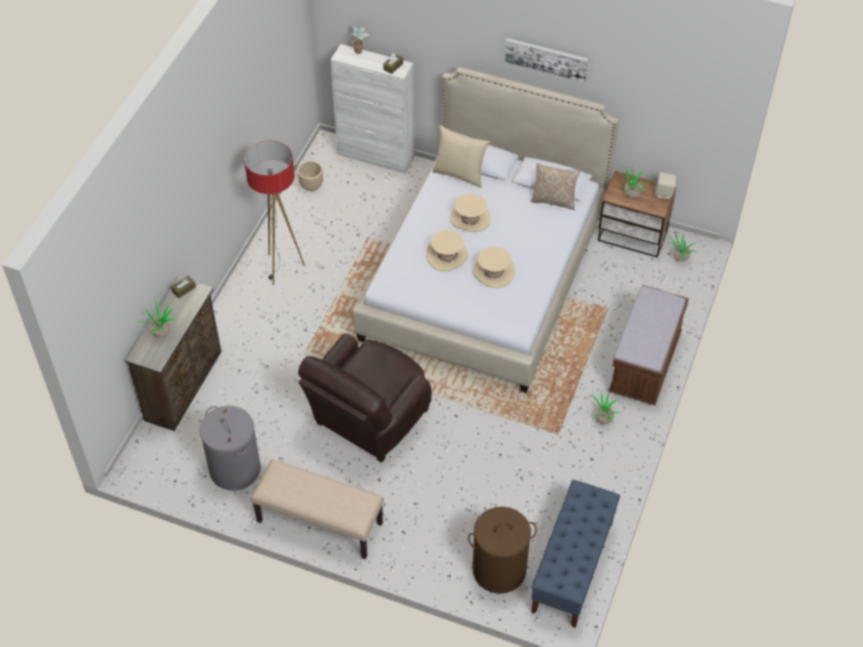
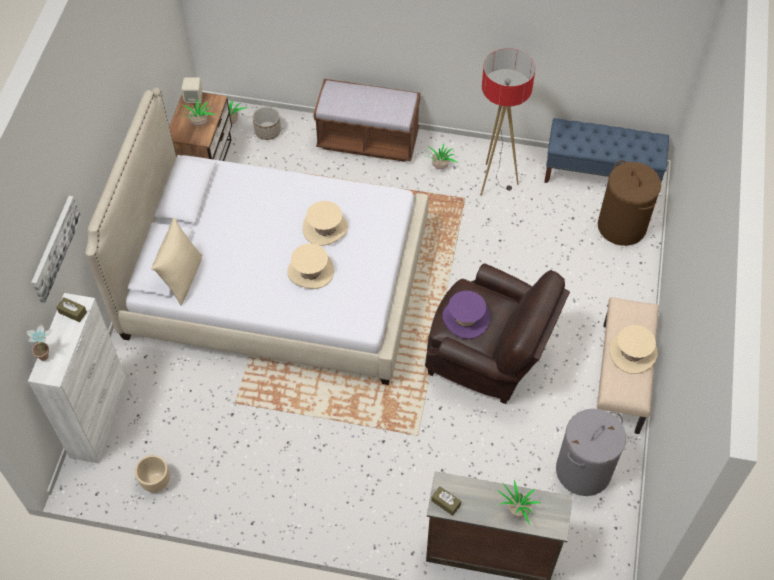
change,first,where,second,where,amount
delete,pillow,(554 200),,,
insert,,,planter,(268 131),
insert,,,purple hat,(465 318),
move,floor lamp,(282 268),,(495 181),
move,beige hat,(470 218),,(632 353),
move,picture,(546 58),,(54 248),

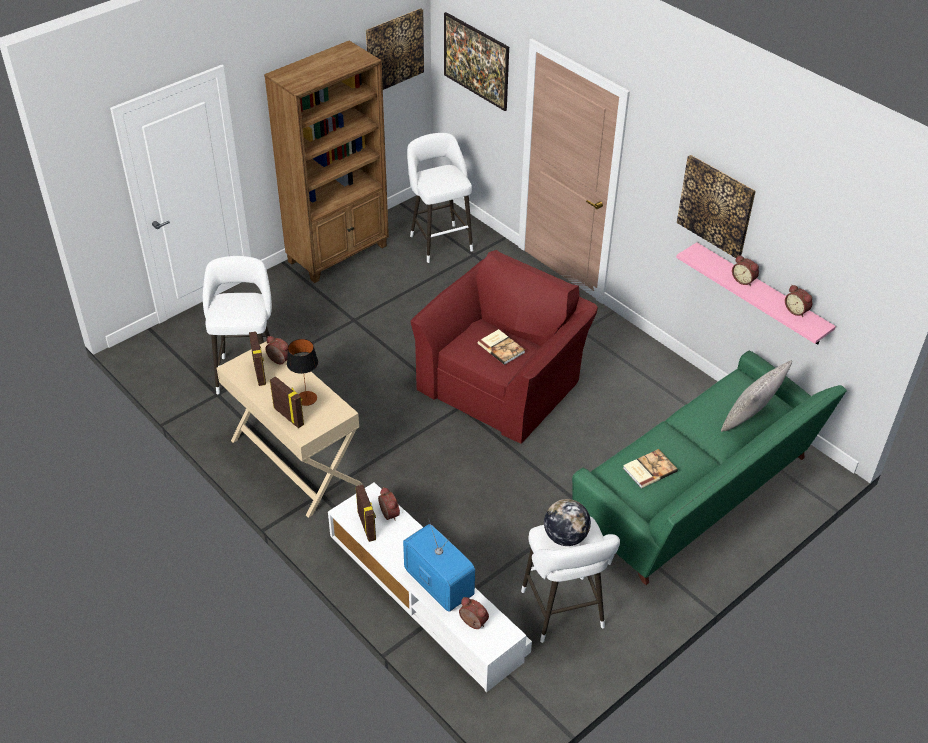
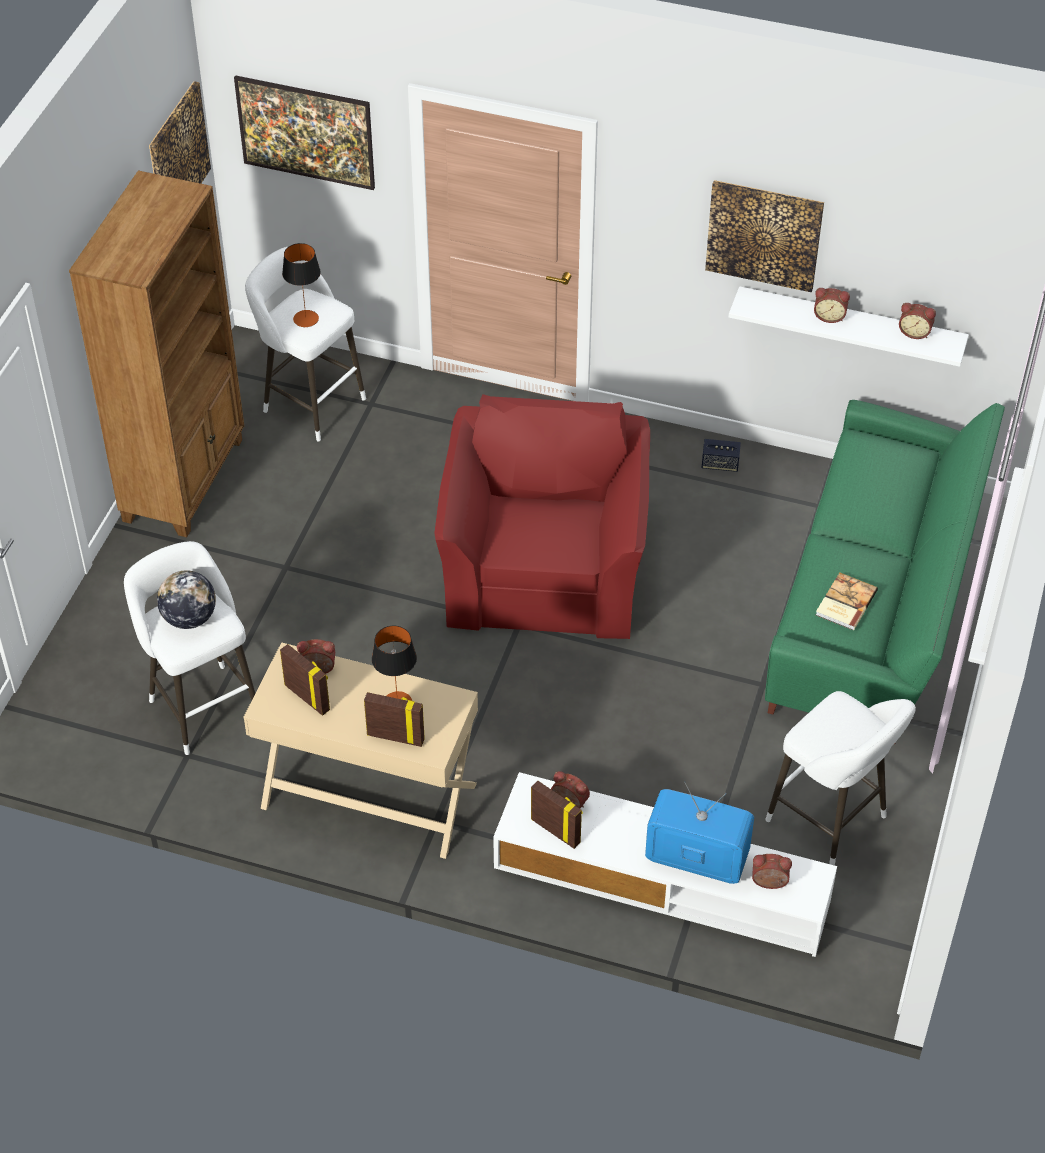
change,first,where,second,where,amount
delete,book,(501 347),,,
delete,grey pillow,(749 418),,,
insert,,,table lamp,(305 319),
insert,,,speaker,(720 464),
move,globe,(565 537),,(189 618),
recolor,pink shelf,(760 294),white shelf,(850 325),

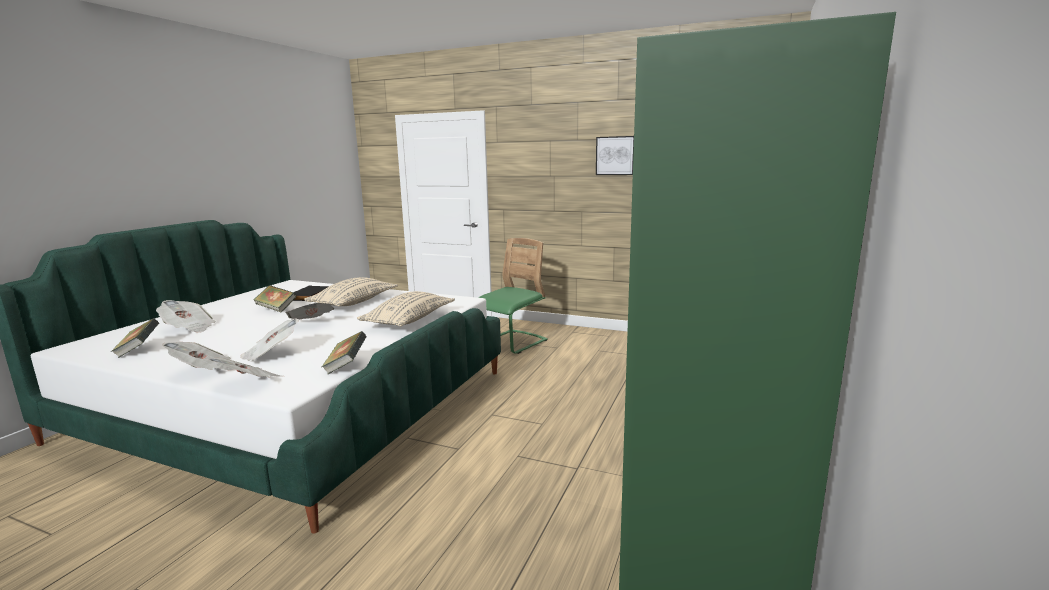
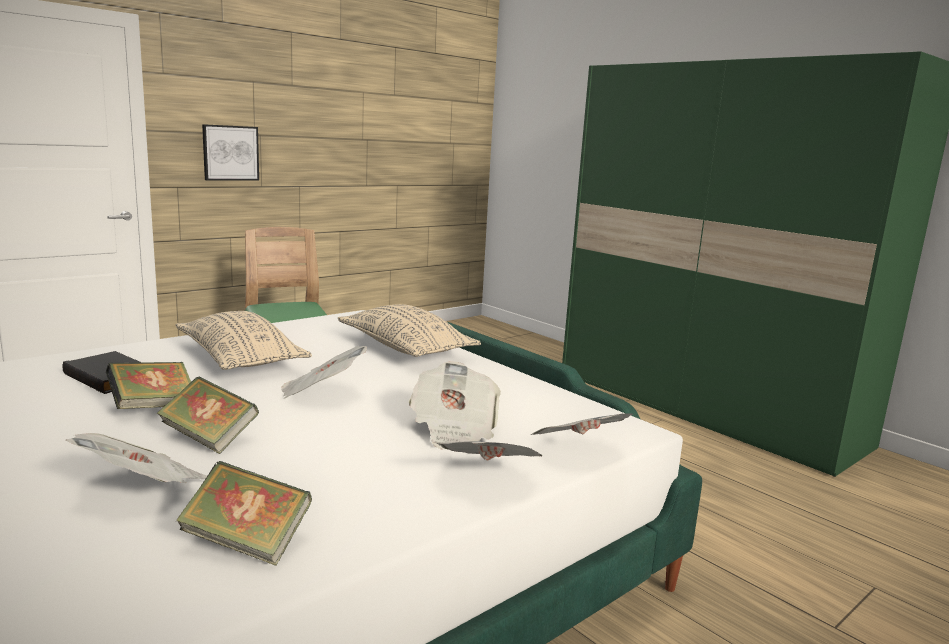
change,first,where,second,where,amount
move,book,(346 366),,(209 438),
move,picture,(615 155),,(230 153),

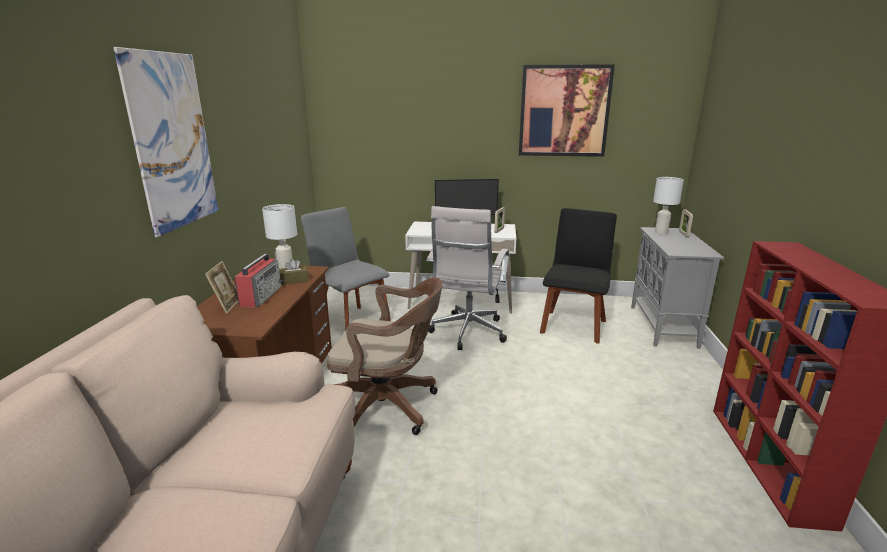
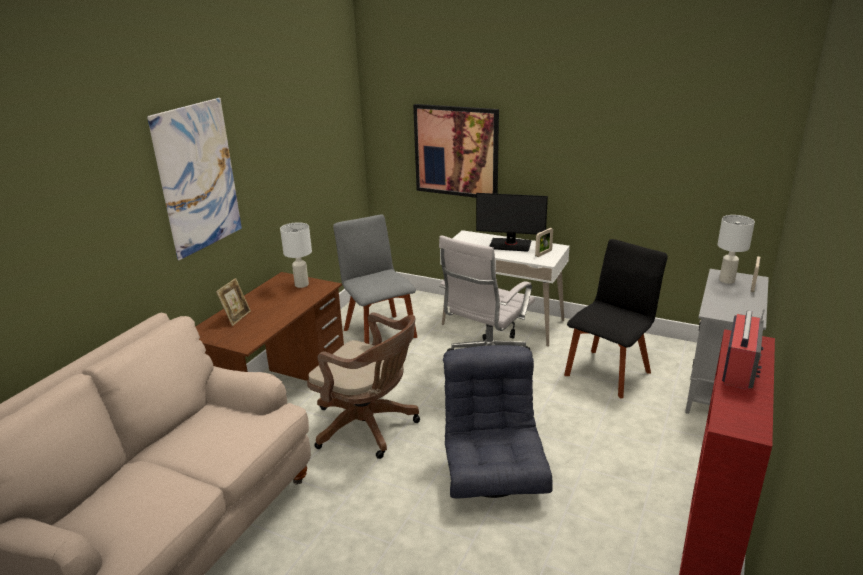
change,first,where,second,where,amount
delete,brown tissue box,(294 280),,,
insert,,,grey armchair,(493 474),
move,radio,(261 296),,(739 368),
move,picture,(564 111),,(456 151),

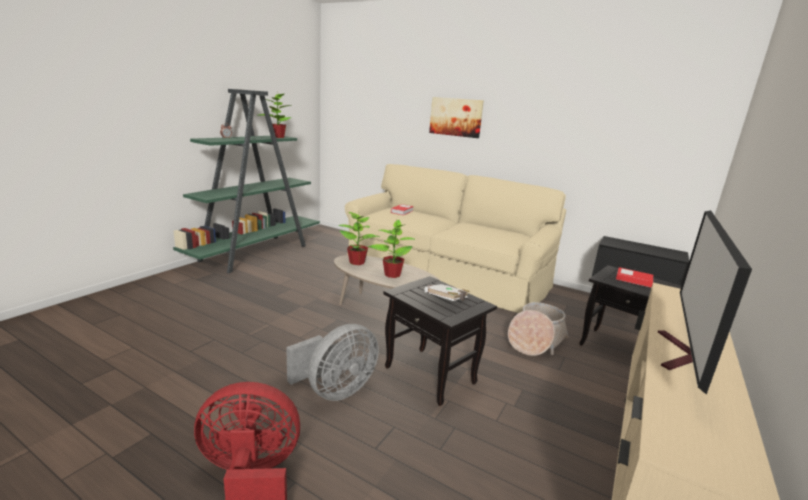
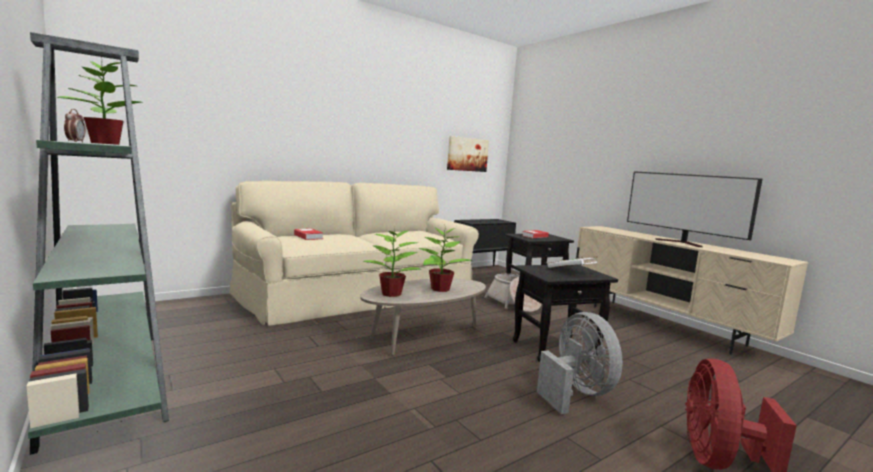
change,first,where,second,where,amount
move,picture,(456 117),,(467 154),

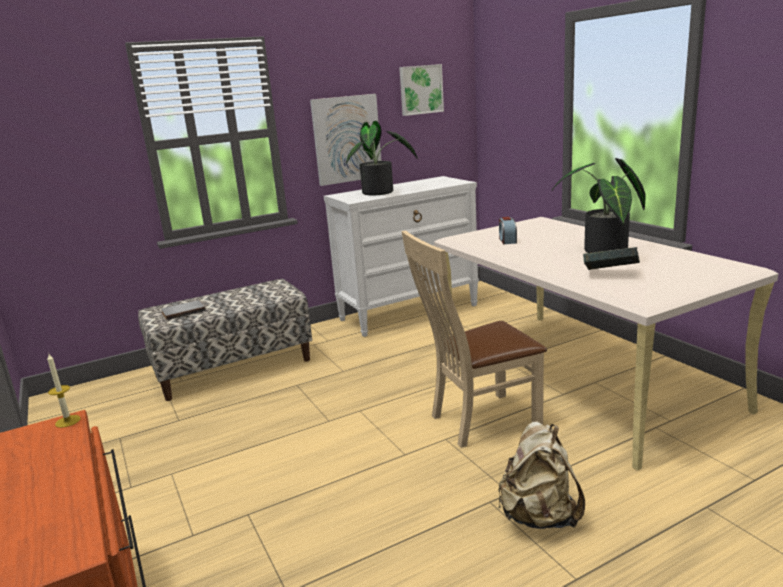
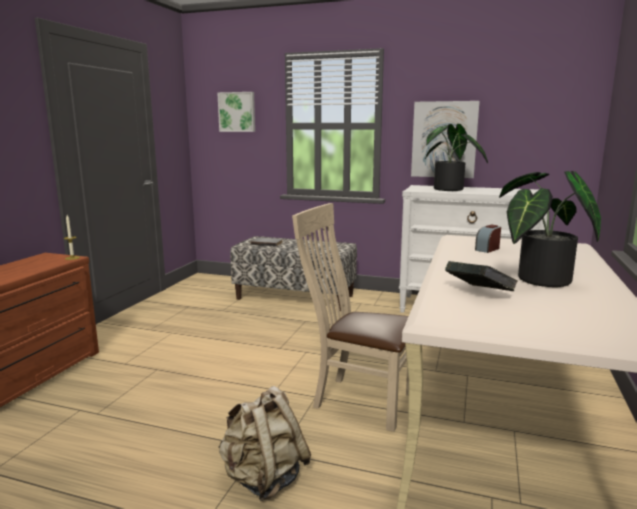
change,first,where,second,where,amount
move,picture,(420 89),,(237 112),

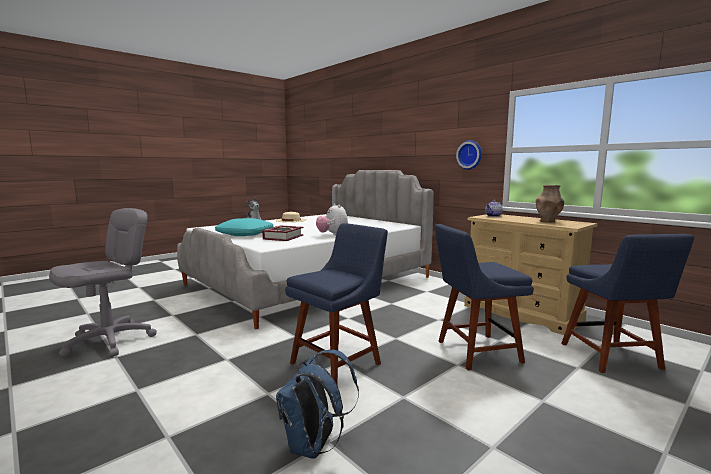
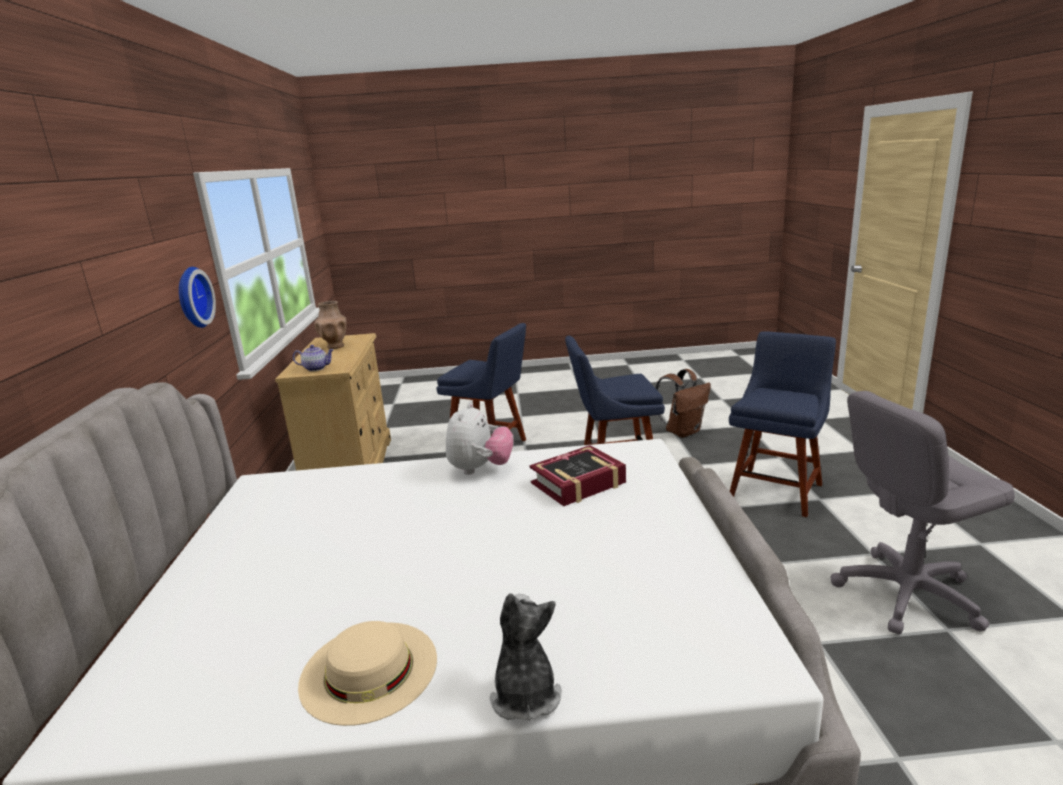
change,first,where,second,where,amount
delete,turquoise pillow,(245 234),,,
move,blue chair,(613 358),,(777 489),
recolor,blue backpack,(314 446),brown backpack,(683 431),

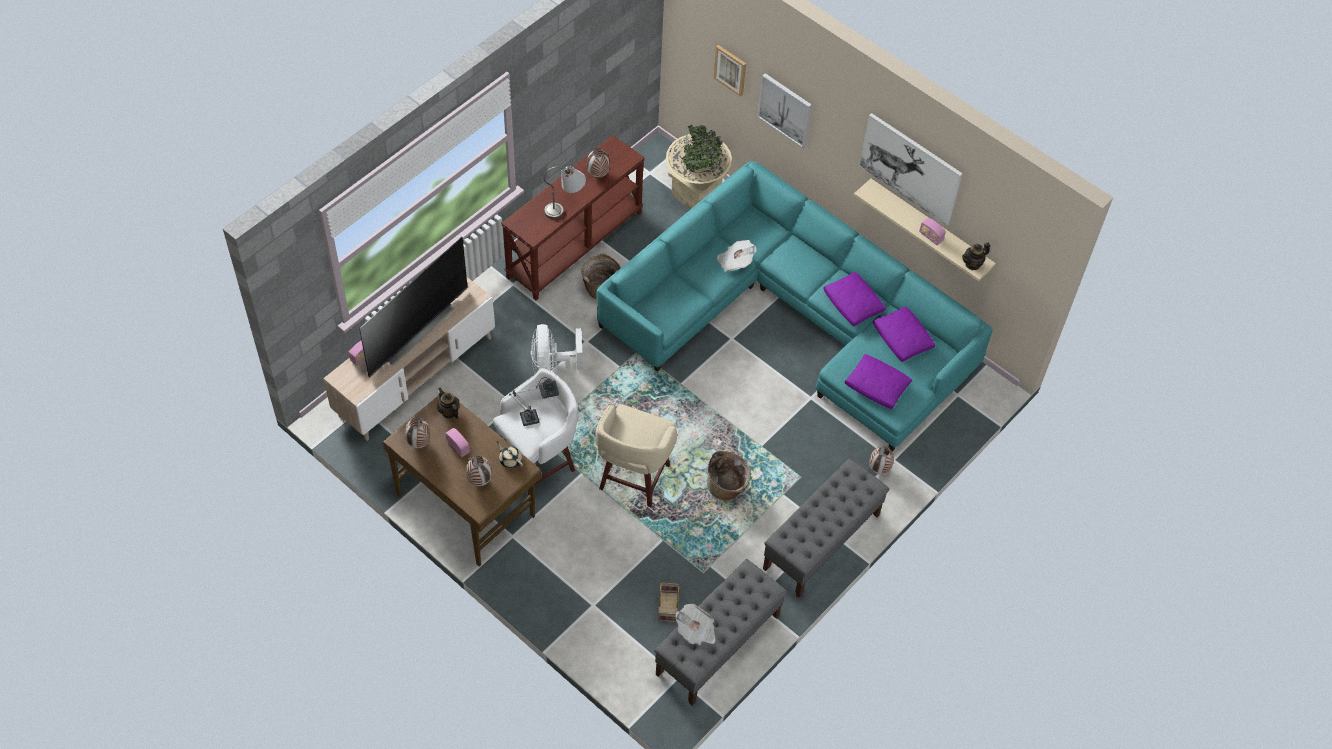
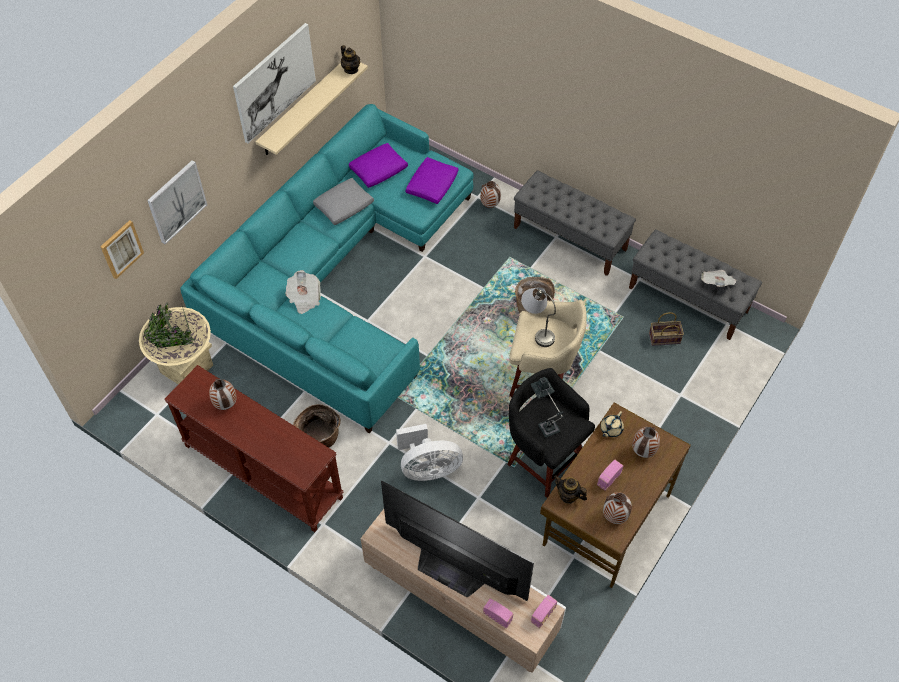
change,first,where,second,where,amount
move,grey table lamp,(566 208),,(537 329),
move,radio,(931 236),,(543 615),
recolor,white stool,(539 463),black stool,(543 461),
recolor,purple pillow,(852 303),grey pillow,(343 207),
rotate,teapot,(449 412),,(568 496),75 degrees clockwise

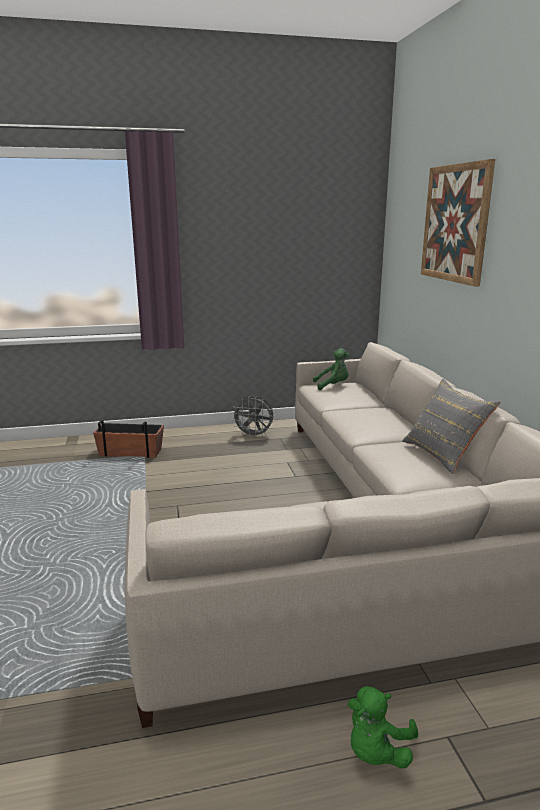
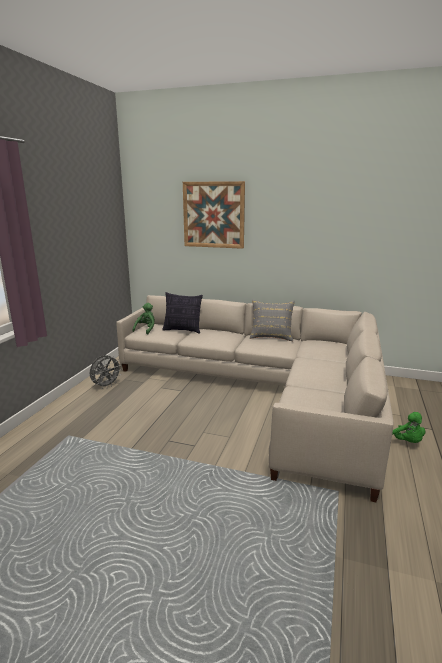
change,first,where,second,where,amount
delete,planter,(130 452),,,
insert,,,pillow,(182 330),

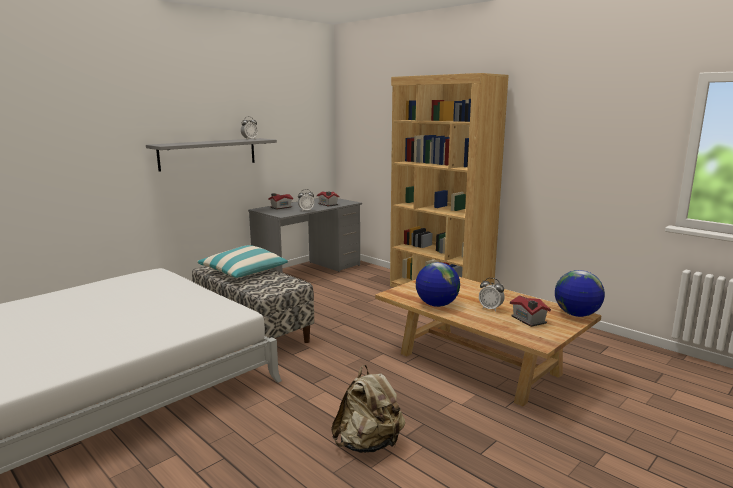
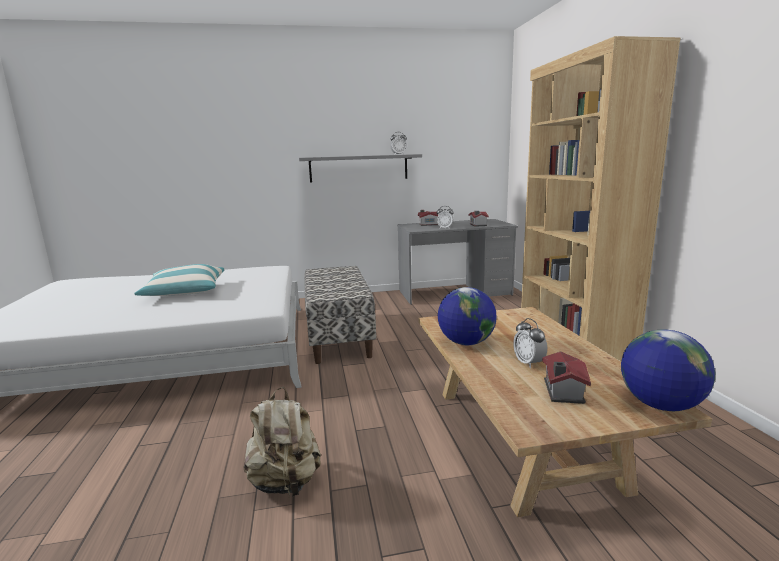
change,first,where,second,where,amount
move,pillow,(243 271),,(185 291),

